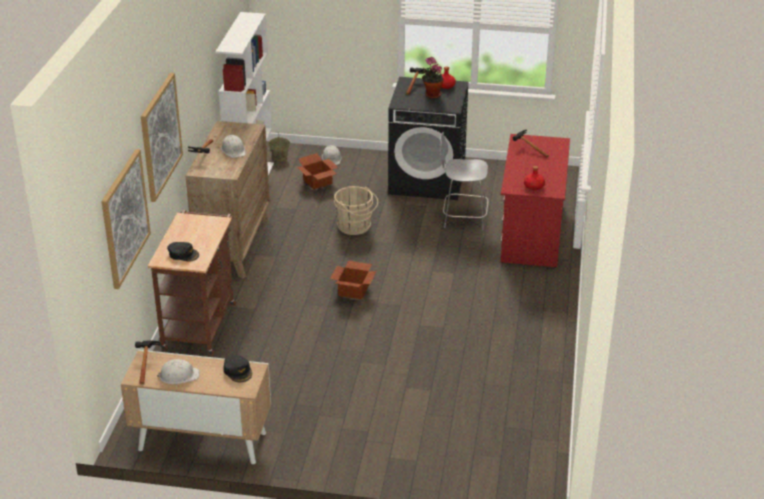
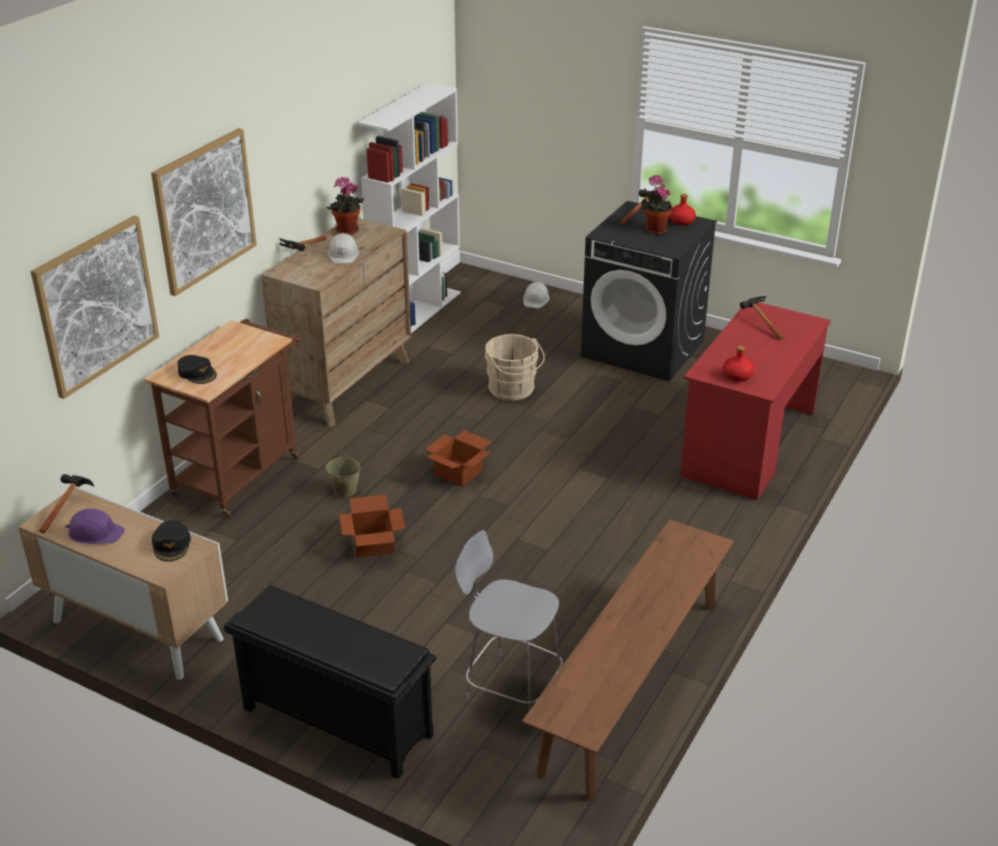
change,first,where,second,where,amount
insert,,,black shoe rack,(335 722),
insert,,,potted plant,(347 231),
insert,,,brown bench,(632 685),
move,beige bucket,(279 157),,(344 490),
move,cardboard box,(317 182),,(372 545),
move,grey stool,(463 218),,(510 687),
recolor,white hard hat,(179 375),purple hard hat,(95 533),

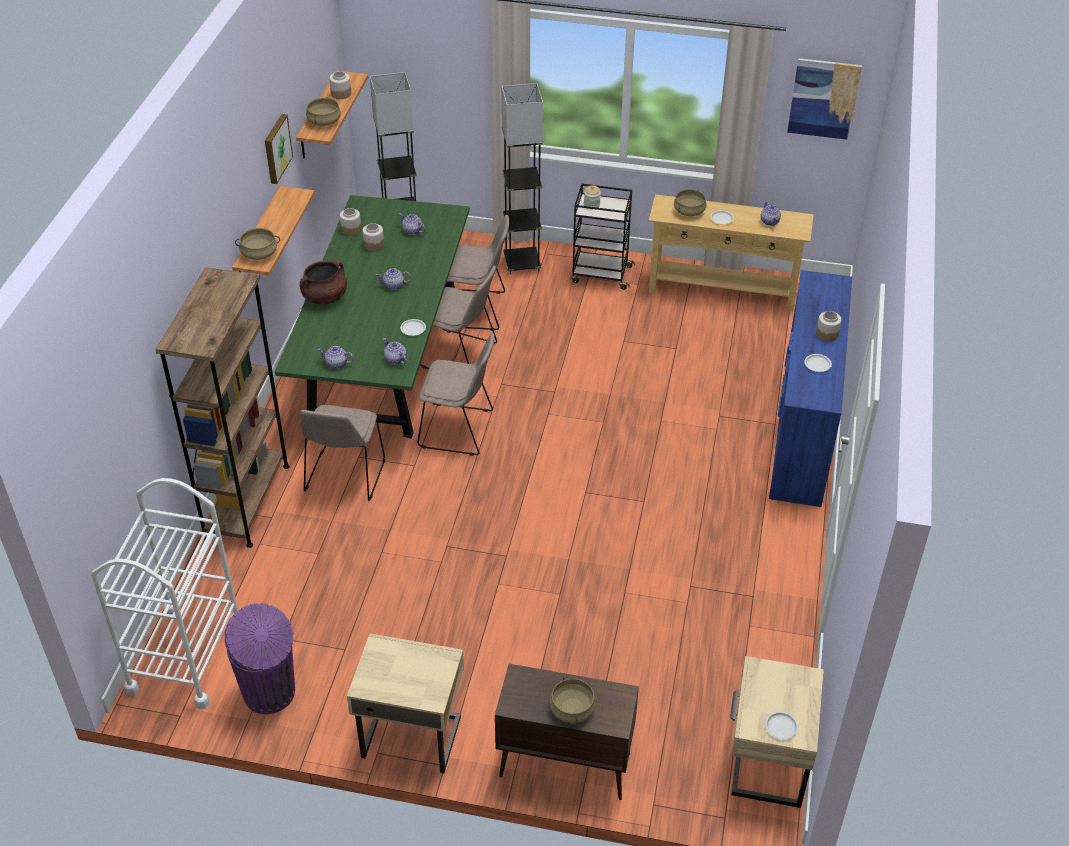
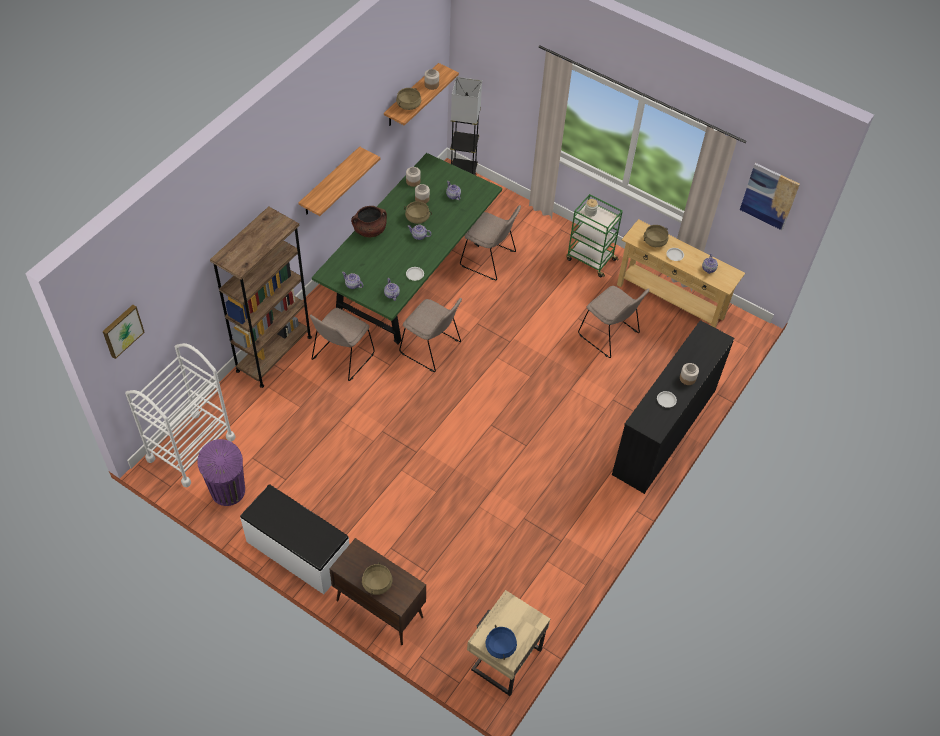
change,first,where,second,where,amount
delete,grey floor lamp,(522 263),,,
move,beige cooking pot,(259 253),,(417 218),
move,picture,(276 148),,(122 330),
move,beige chair,(461 356),,(610 335),
replace,beige nightstand,(411 735),white bench,(298 552),
replace,white plate,(781 727),blue cooking pot,(500 646),
recolor,black cart,(600 274),green cart,(590 259),
recolor,blue dresser,(801 432),black dresser,(663 432),

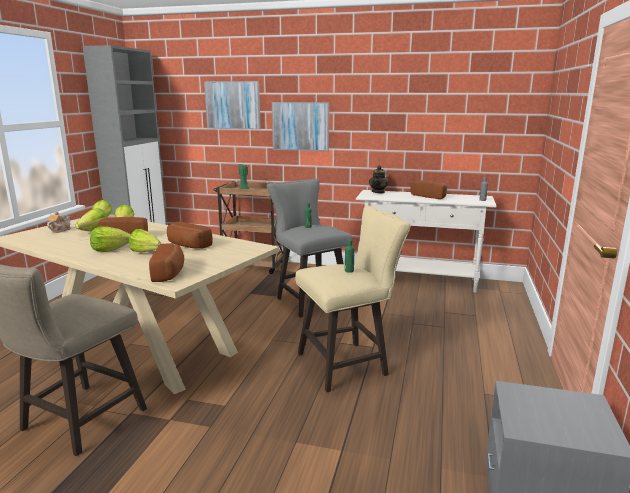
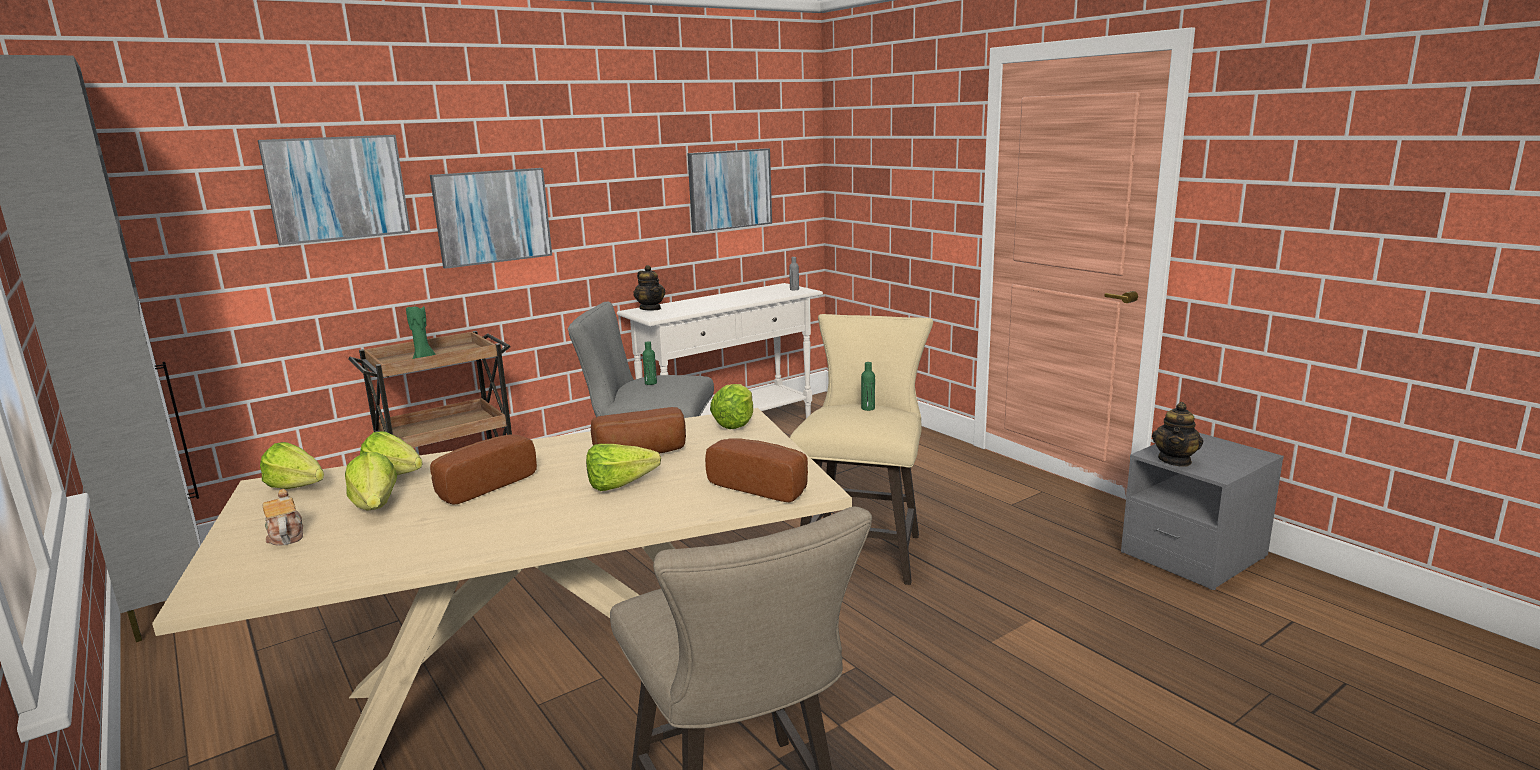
change,first,where,second,where,amount
delete,bread,(429 196),,,
insert,,,picture,(729 189),
insert,,,teapot,(1175 460),
move,lettuce,(110 250),,(735 423),

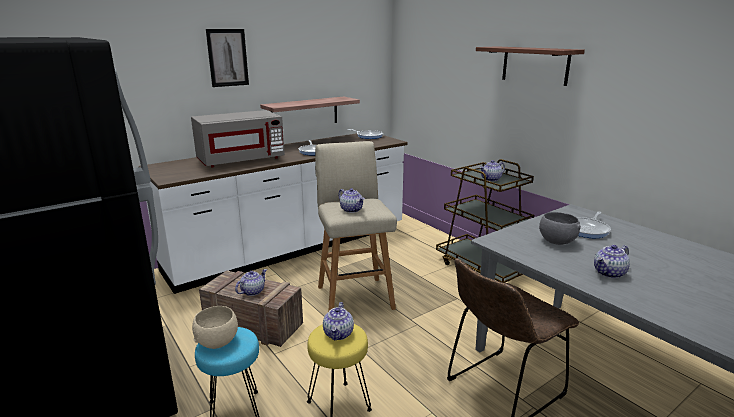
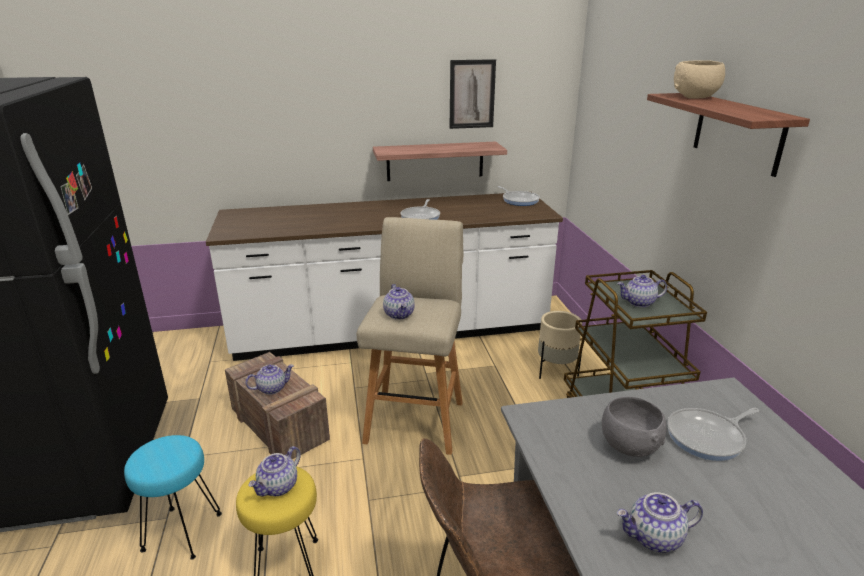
change,first,where,second,where,amount
delete,grey microwave,(241 160),,,
insert,,,beige planter,(556 371),
move,beige bowl,(218 342),,(695 97),
move,picture,(227 57),,(472 94),

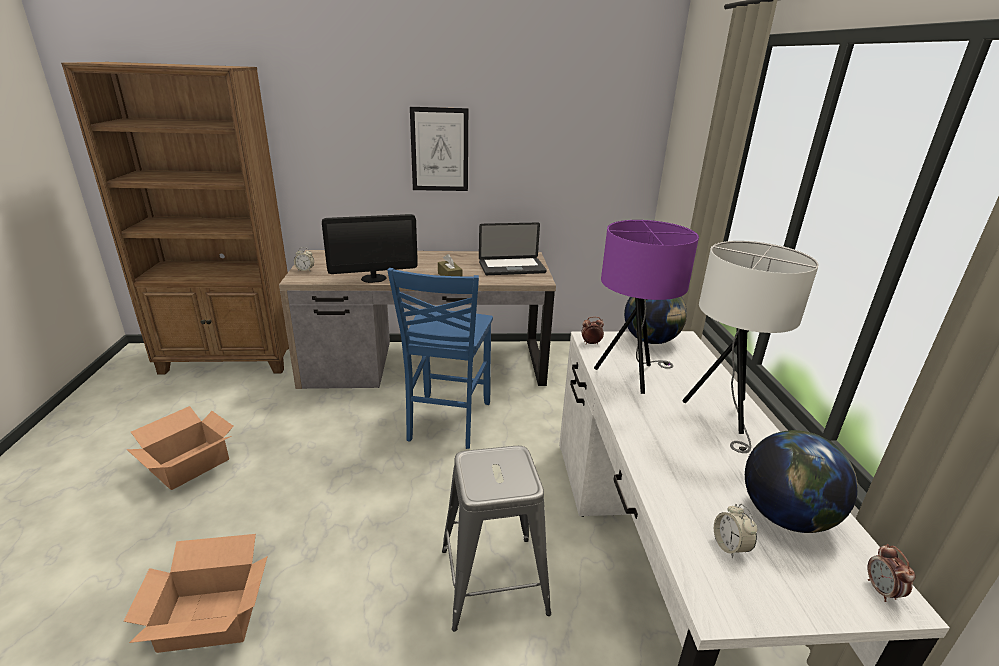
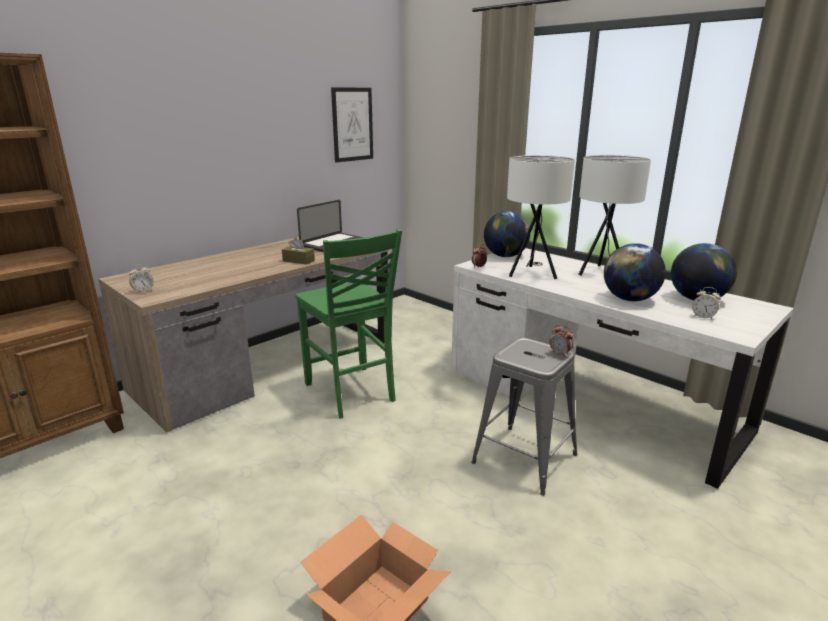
change,first,where,second,where,amount
delete,cardboard box,(191 464),,,
delete,monitor,(373 278),,,
insert,,,globe,(629 299),
move,picture,(439 150),,(352 124),
move,alarm clock,(881 591),,(560 354),
recolor,blue chair,(447 421),green chair,(351 393),
recolor,purple table lamp,(631 376),white table lamp,(532 274),

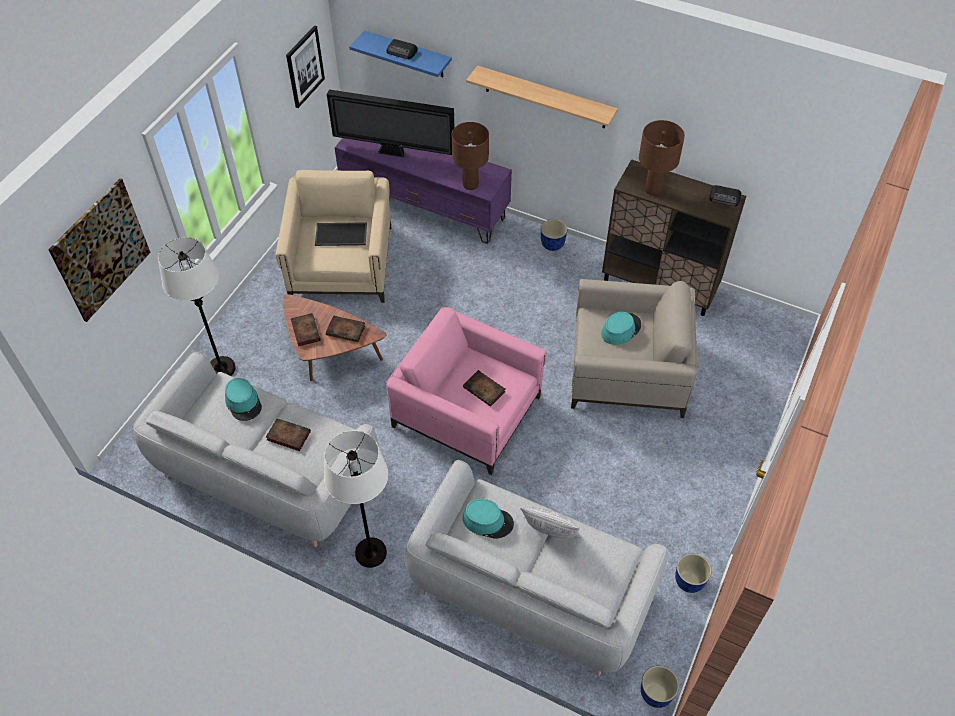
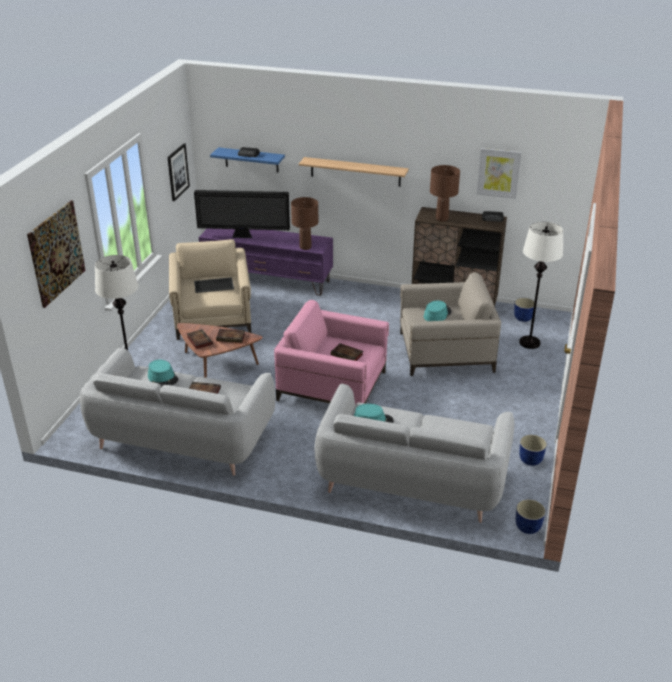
change,first,where,second,where,amount
delete,pillow,(549 535),,,
insert,,,picture,(498 173),
move,white floor lamp,(370 553),,(529 343),
move,planter,(552 244),,(522 318),

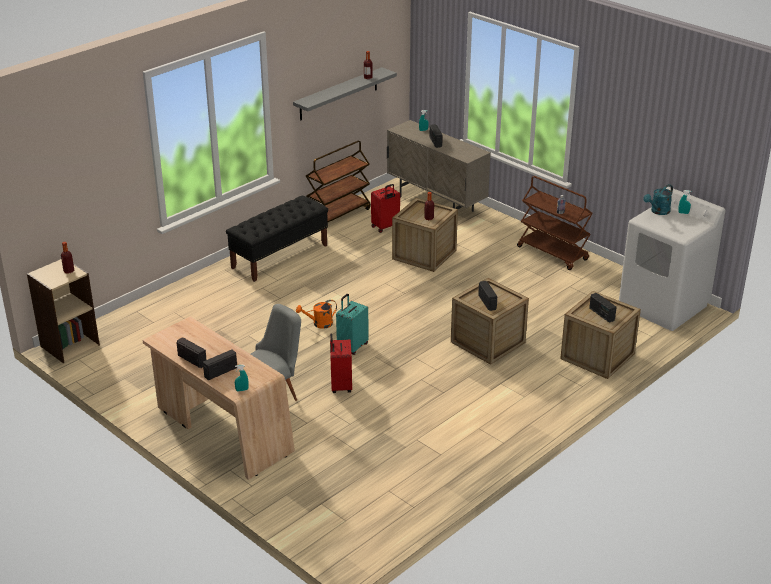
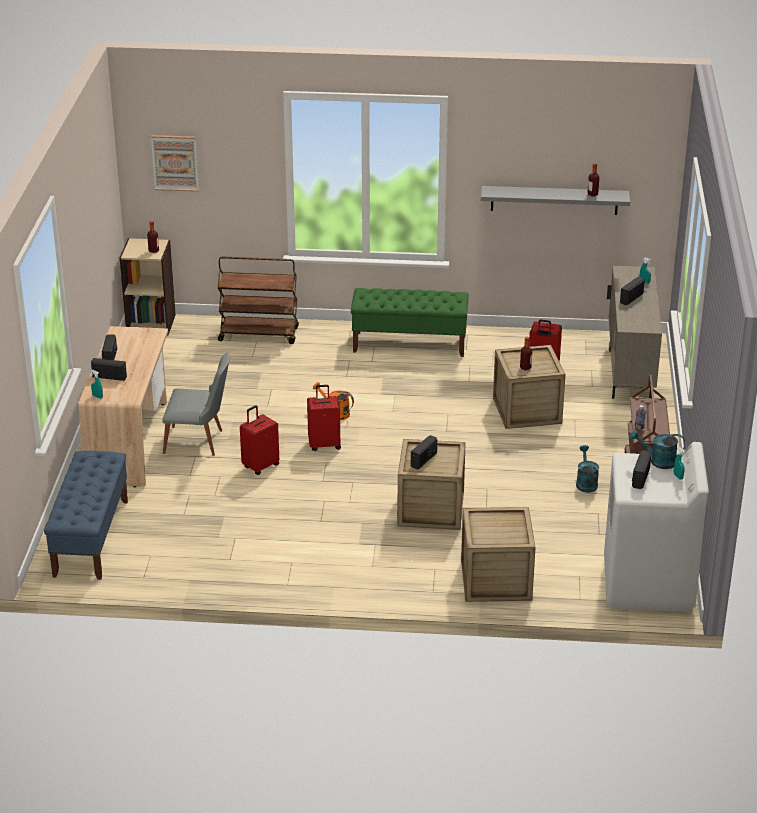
change,first,where,second,where,amount
insert,,,blue bench,(91 537),
insert,,,picture,(175 162),
insert,,,turquoise watering can,(585 483),
move,brown cart,(338 215),,(259 334),
move,radio,(601 314),,(640 478),
recolor,black bench,(280 256),green bench,(410 344),
recolor,turquoise suitcase,(352 347),red suitcase,(324 444),

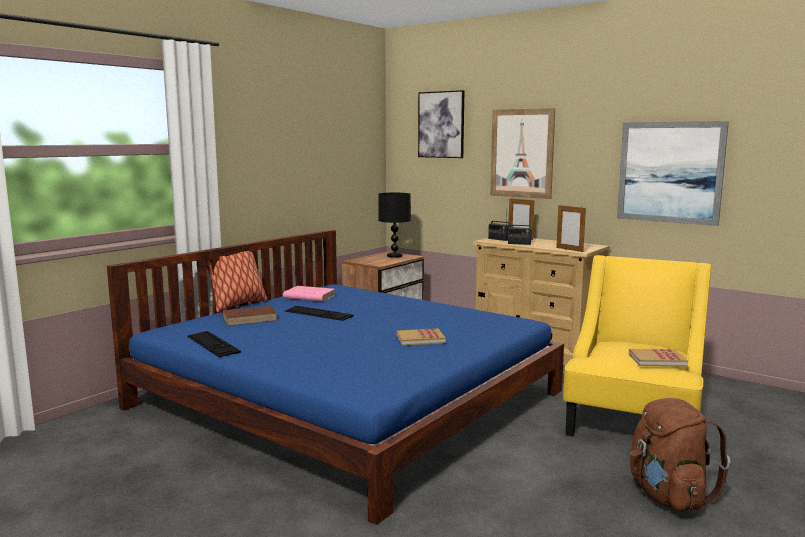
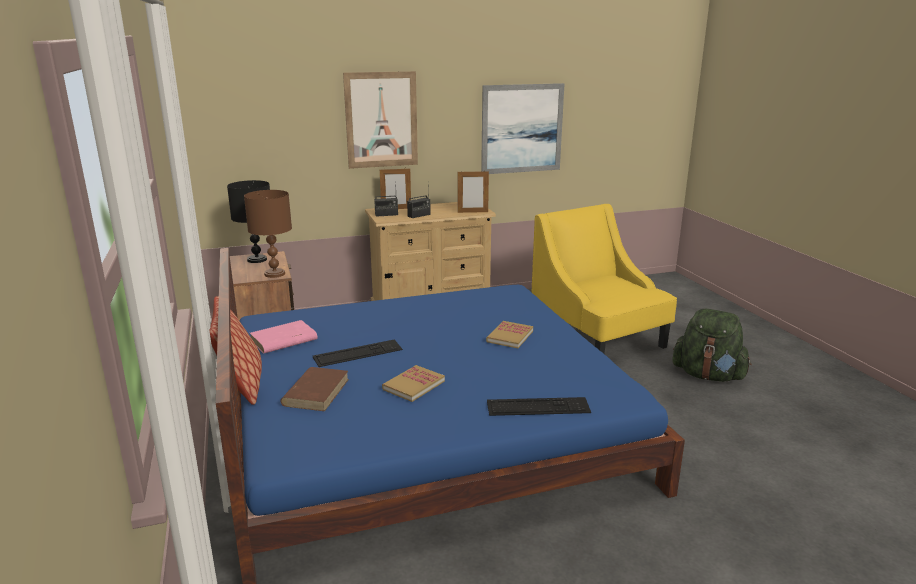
change,first,where,second,where,amount
delete,picture,(441 124),,,
insert,,,brown table lamp,(274 274),
move,keyboard,(212 344),,(538 407),
move,book,(657 360),,(413 385),
recolor,brown backpack,(668 496),green backpack,(708 375),

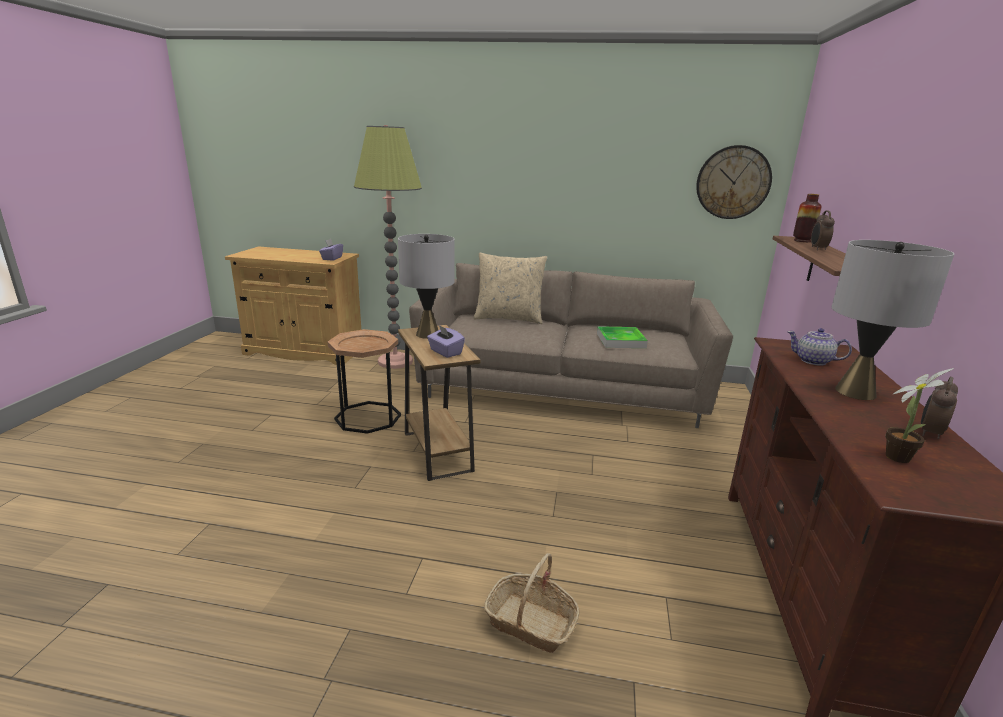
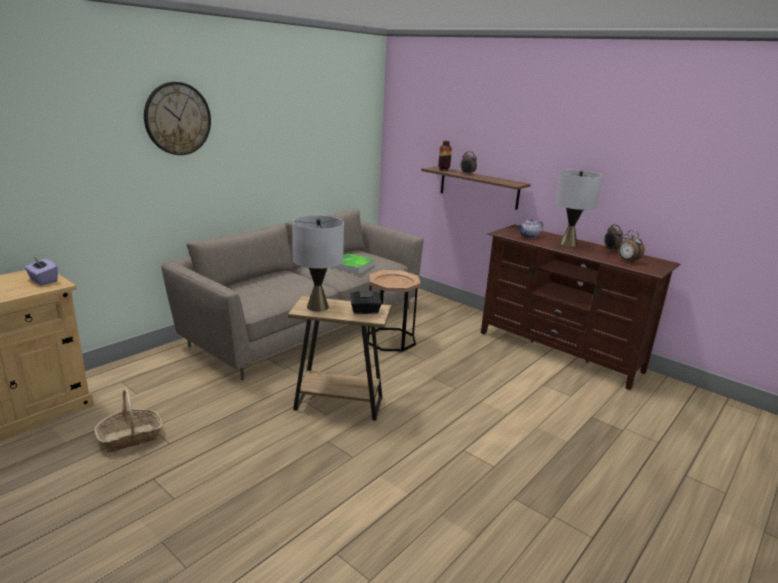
change,first,where,second,where,amount
delete,floor lamp,(395 361),,,
delete,beige pillow,(508 318),,,
move,brown side table,(368 417),,(390 339),
move,basket,(531 622),,(130 437),
move,wall clock,(733 182),,(177 119),
replace,potted plant,(898 456),alarm clock,(627 261),
recolor,purple tissue box,(445 352),black tissue box,(365 311),

